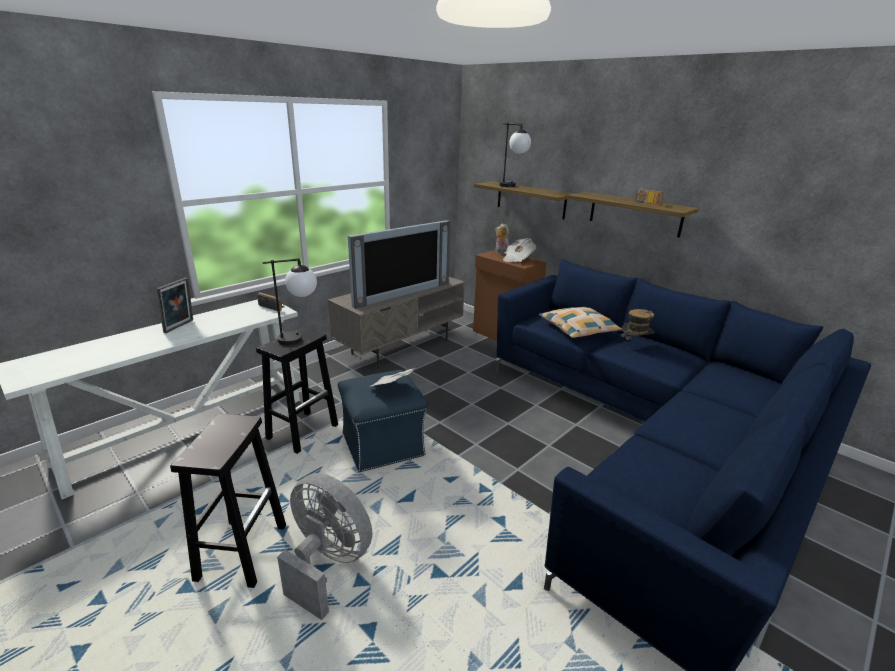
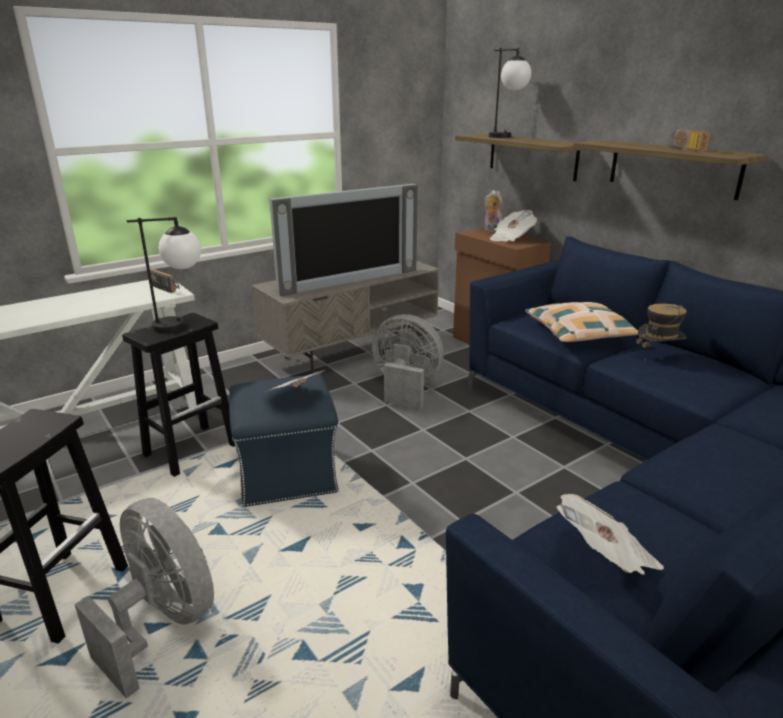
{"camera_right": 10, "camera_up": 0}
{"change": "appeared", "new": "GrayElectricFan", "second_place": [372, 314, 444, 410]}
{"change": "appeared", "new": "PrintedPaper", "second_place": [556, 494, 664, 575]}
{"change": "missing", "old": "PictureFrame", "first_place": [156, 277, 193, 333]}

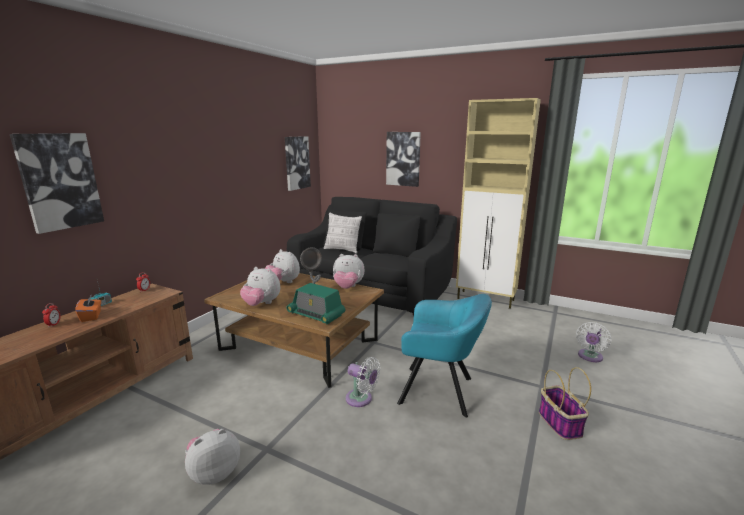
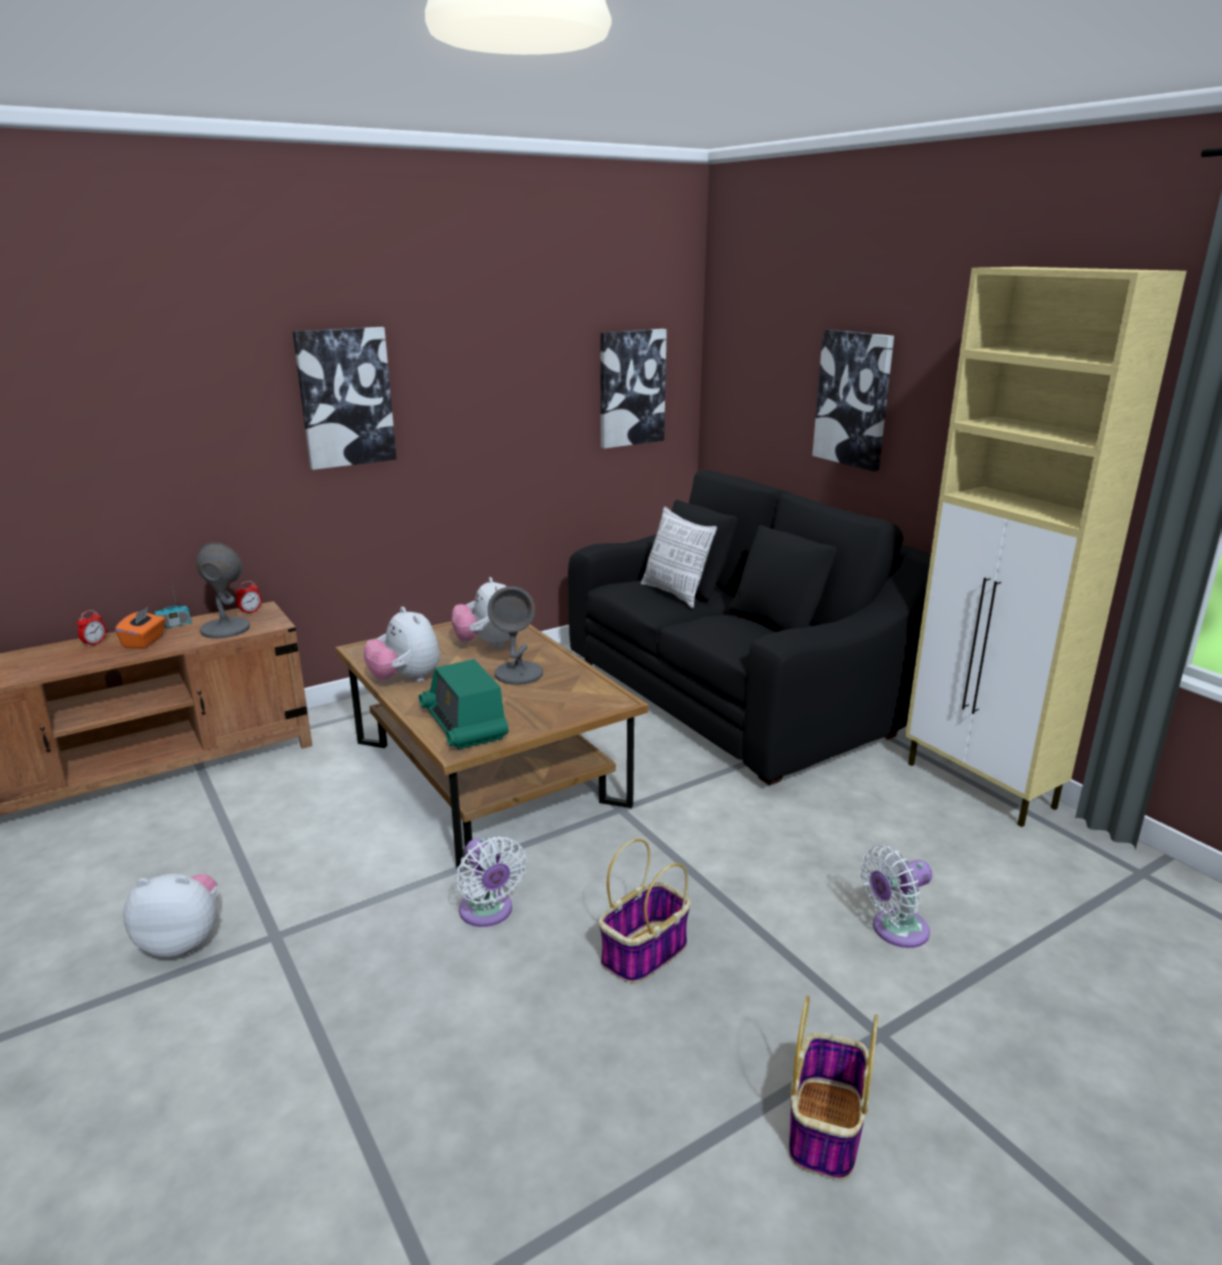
{"camera_right": 30, "camera_up": 5}
{"change": "appeared", "new": "GrayTableLamp", "second_place": [196, 542, 250, 638]}
{"change": "relocated", "old": "Picture", "first_place": [10, 133, 104, 234], "second_place": [293, 327, 397, 470]}
{"change": "exchanged", "old": "TurquoiseColouredLoungeChair", "new": "StorageBasket", "first_place": [397, 294, 492, 417], "second_place": [599, 839, 691, 984]}
{"change": "relocated", "old": "WhitishElectricFan", "first_place": [576, 322, 612, 362], "second_place": [860, 845, 932, 948]}
{"change": "missing", "old": "CuddlyToy", "first_place": [333, 254, 364, 289]}

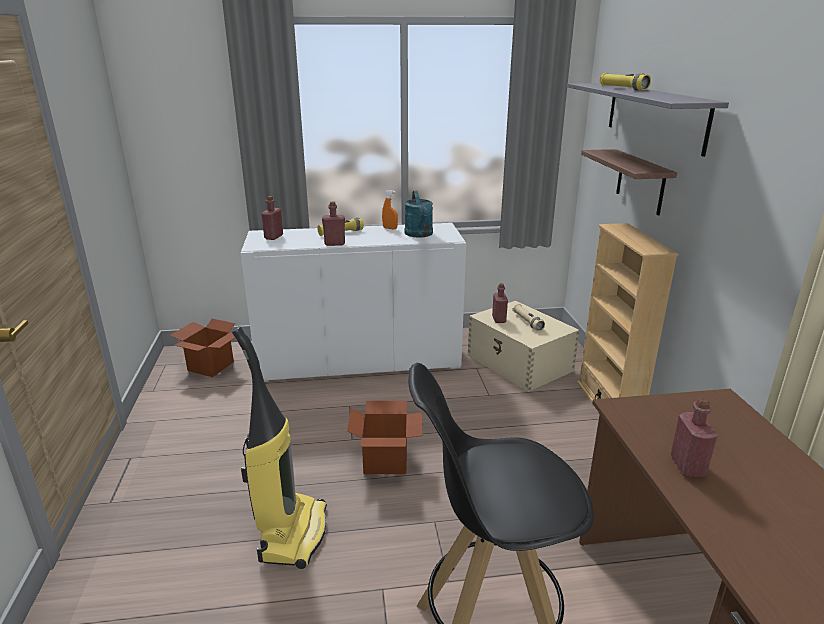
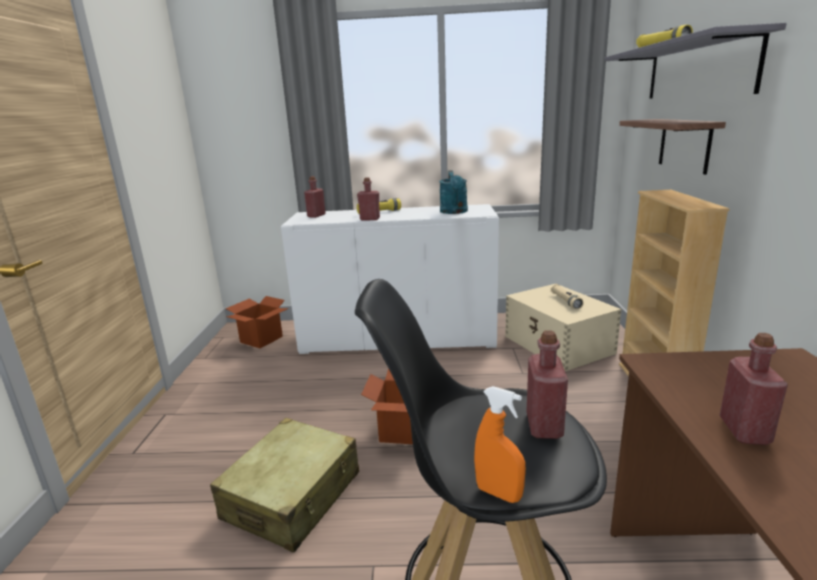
{"camera_right": 10, "camera_up": -5}
{"change": "exchanged", "old": "VacuumCleaner", "new": "SandColouredSuitcase", "first_place": [232, 326, 327, 569], "second_place": [210, 418, 359, 552]}
{"change": "relocated", "old": "OrangeSprayBottle", "first_place": [382, 190, 398, 229], "second_place": [474, 386, 526, 503]}
{"change": "relocated", "old": "RedDrinkBottle", "first_place": [492, 283, 508, 323], "second_place": [527, 330, 568, 439]}

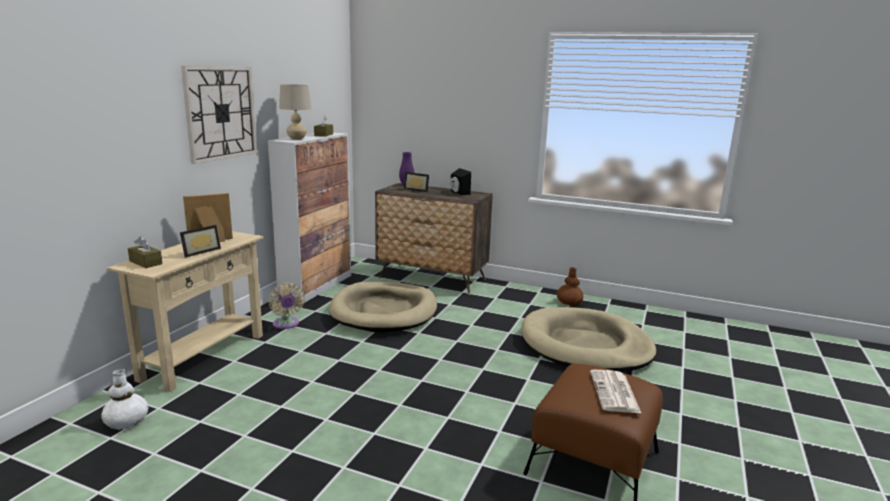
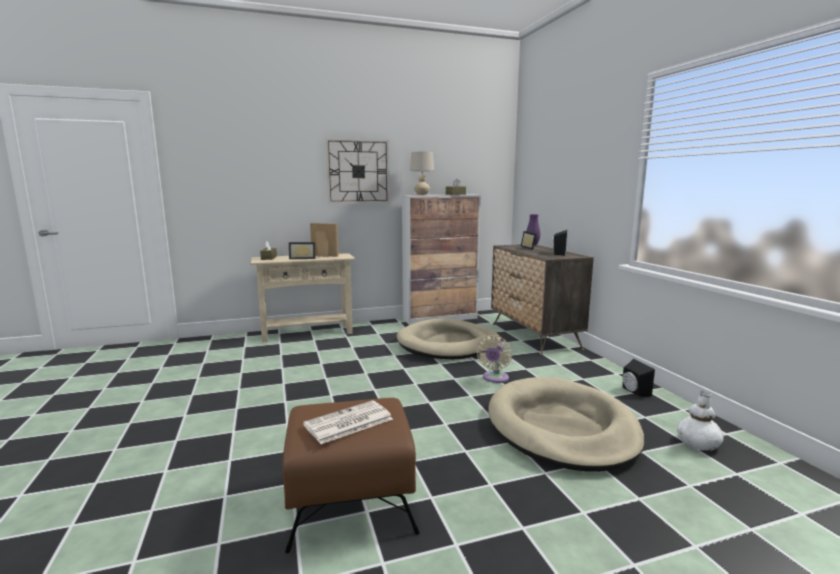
{"camera_right": 50, "camera_up": -5}
{"change": "relocated", "old": "SandColouredElectricFan", "first_place": [268, 283, 305, 329], "second_place": [477, 335, 512, 383]}
{"change": "exchanged", "old": "BrownDecorativeVase", "new": "BlackishAudioSpeaker", "first_place": [557, 267, 584, 306], "second_place": [623, 359, 655, 397]}
{"change": "relocated", "old": "WhitishDecorativeVase", "first_place": [101, 369, 149, 430], "second_place": [677, 391, 724, 451]}

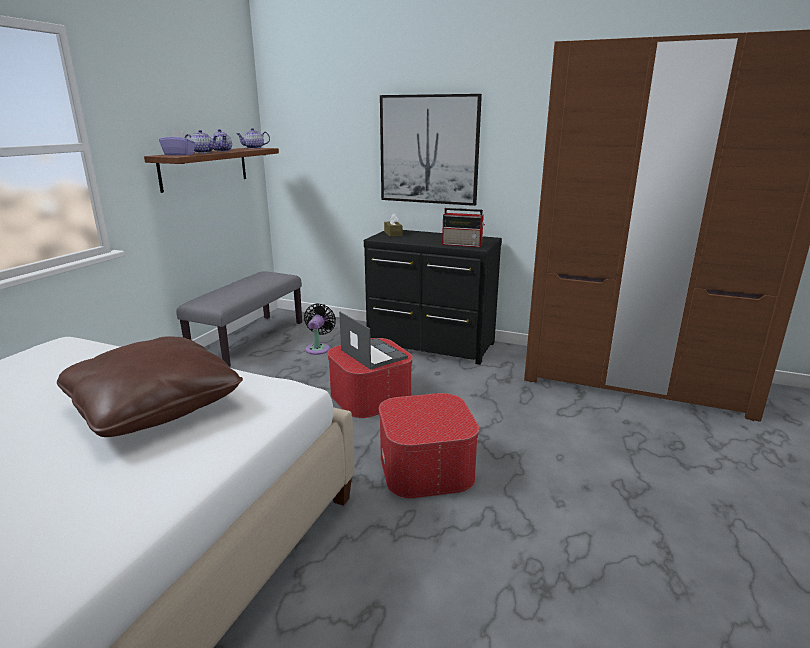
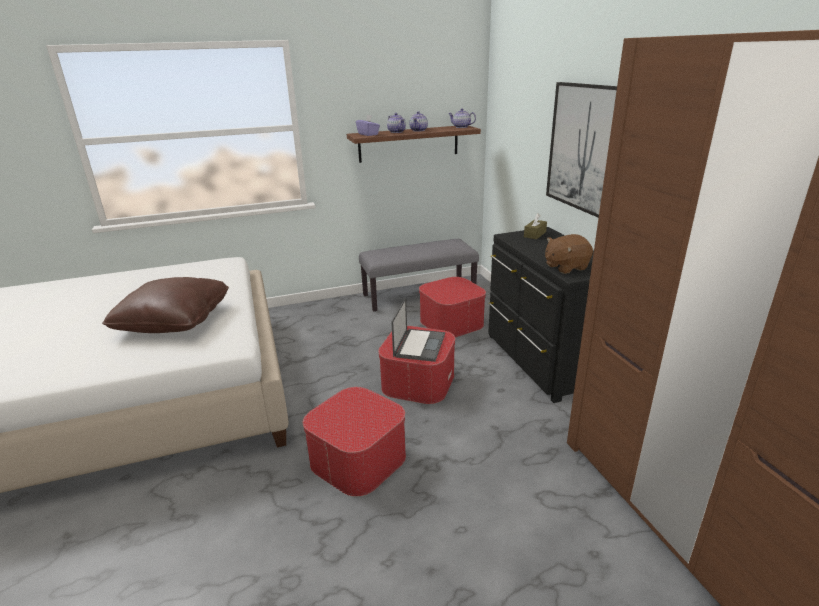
{"camera_right": 50, "camera_up": 5}
{"change": "exchanged", "old": "BlackishElectricFan", "new": "Footrest", "first_place": [304, 303, 336, 355], "second_place": [419, 277, 486, 337]}
{"change": "exchanged", "old": "Radio", "new": "BrownCuddlyToy", "first_place": [442, 208, 485, 247], "second_place": [545, 234, 593, 274]}

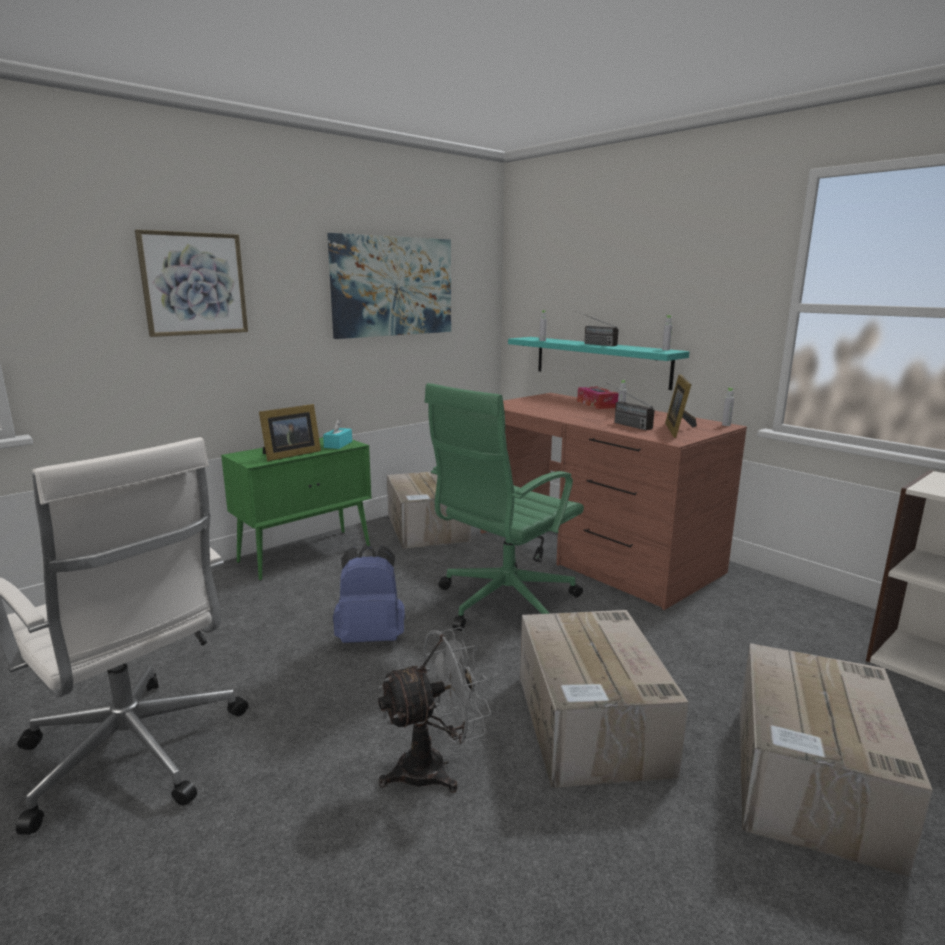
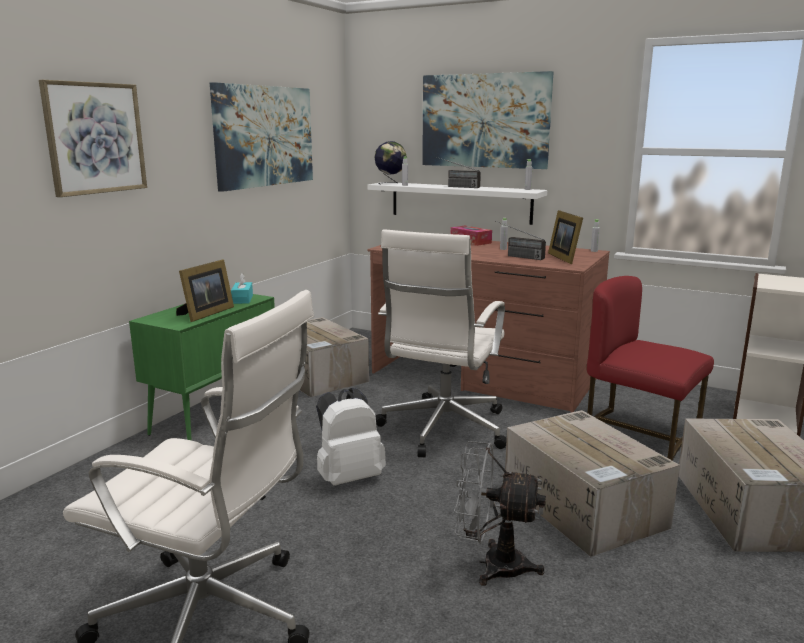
{"camera_right": -20, "camera_up": 0}
{"change": "colour", "old": "BlueKnapsack", "new": "WhitishKnapsack", "first_place": [333, 545, 405, 643], "second_place": [316, 388, 386, 486]}
{"change": "colour", "old": "TurquoiseColouredBracketShelf", "new": "WhitishBracketShelf", "first_place": [508, 337, 689, 390], "second_place": [367, 182, 547, 225]}
{"change": "appeared", "new": "Globe", "second_place": [375, 141, 406, 184]}
{"change": "colour", "old": "GreenColouredDeskChair", "new": "WhitishDeskChair", "first_place": [424, 383, 584, 631], "second_place": [376, 229, 507, 457]}
{"change": "appeared", "new": "Picture", "second_place": [422, 71, 553, 169]}
{"change": "spun", "old": "GrayElectricFan", "first_place": [378, 627, 492, 793], "second_place": [454, 441, 546, 586], "degrees": -120}
{"change": "appeared", "new": "RedPlainChair", "second_place": [587, 276, 714, 461]}

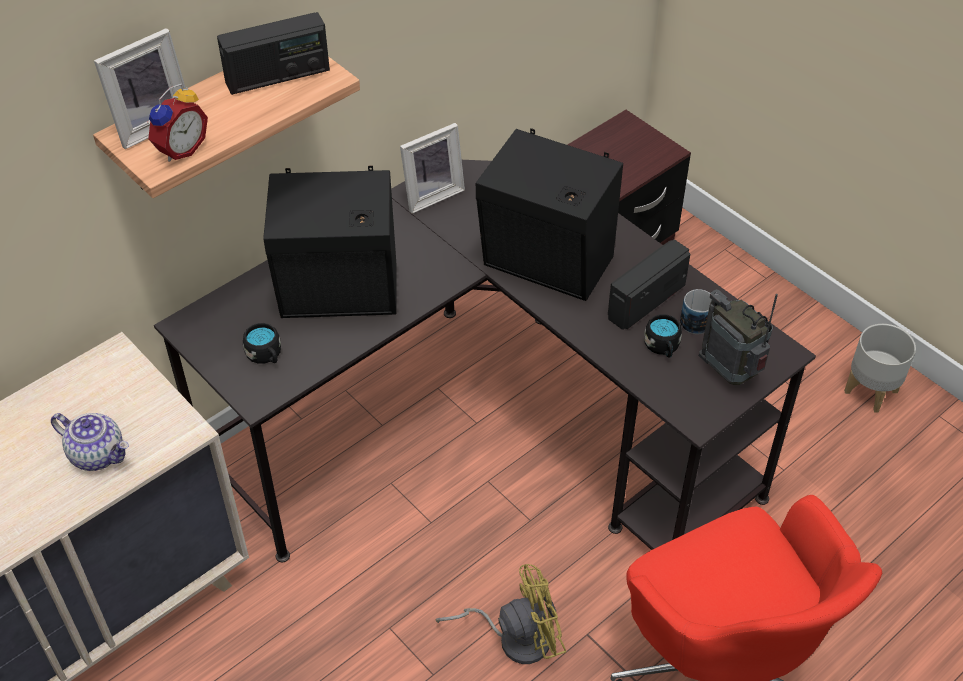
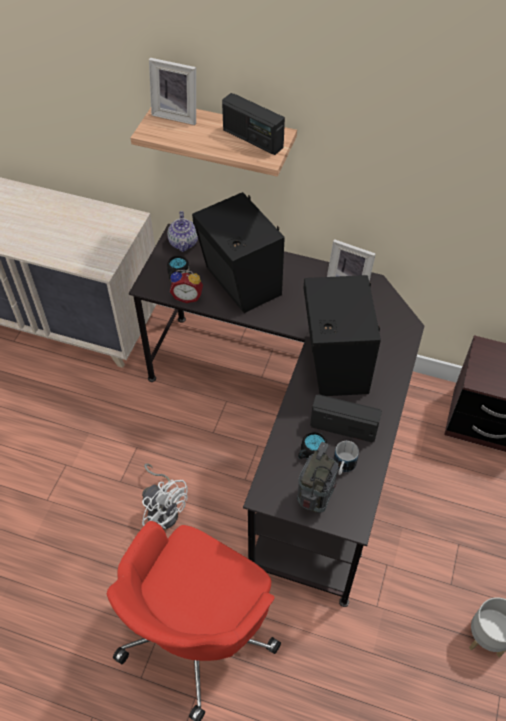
{"camera_right": 60, "camera_up": 5}
{"change": "colour", "old": "YellowColouredElectricFan", "new": "WhitishElectricFan", "first_place": [436, 564, 566, 664], "second_place": [142, 464, 188, 529]}
{"change": "relocated", "old": "TeaPot", "first_place": [51, 413, 129, 471], "second_place": [167, 211, 198, 252]}
{"change": "relocated", "old": "AlarmClock", "first_place": [147, 84, 208, 162], "second_place": [170, 270, 203, 303]}

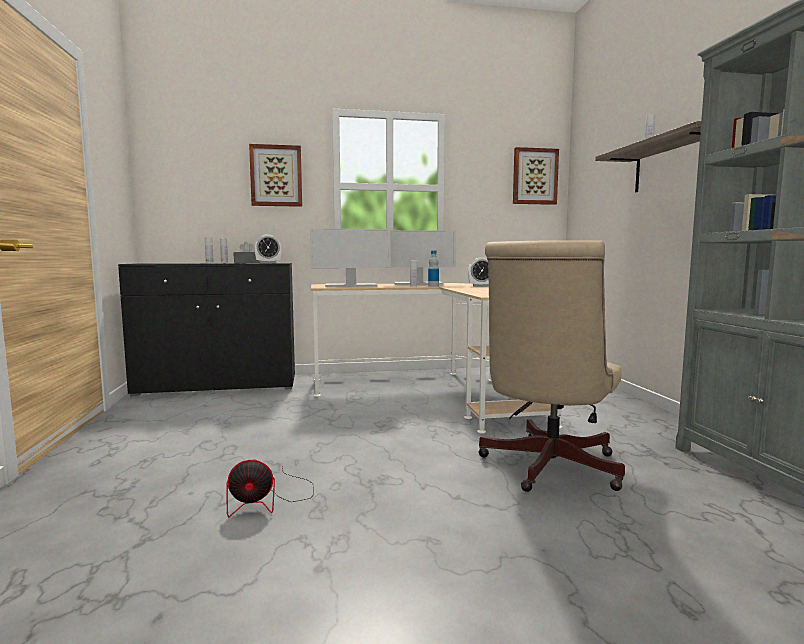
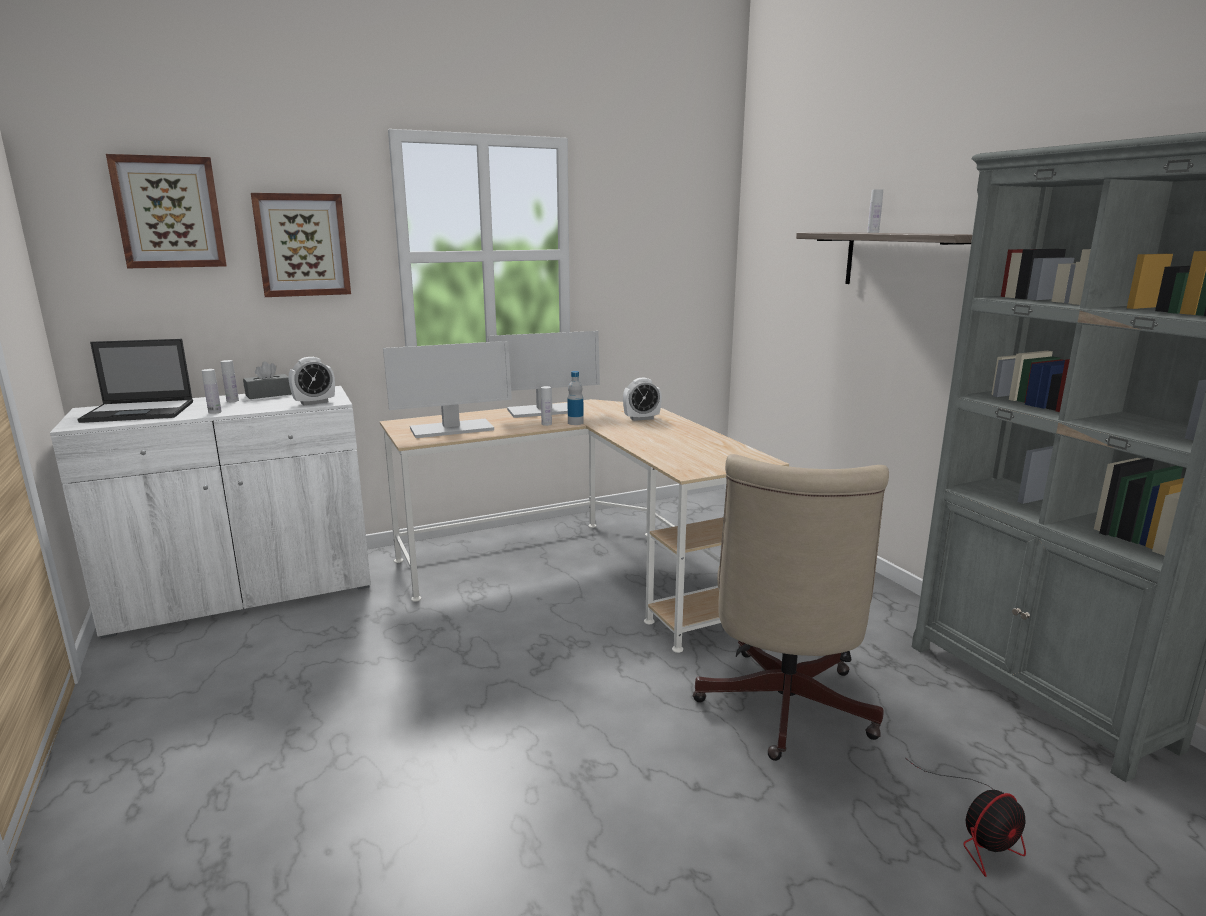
{"camera_right": -15, "camera_up": 10}
{"change": "colour", "old": "BlackishStorageCabinet", "new": "WhitishStorageCabinet", "first_place": [118, 263, 295, 396], "second_place": [50, 386, 371, 638]}
{"change": "appeared", "new": "PortableComputer", "second_place": [77, 339, 193, 423]}
{"change": "relocated", "old": "Picture", "first_place": [513, 147, 559, 205], "second_place": [106, 154, 227, 268]}
{"change": "relocated", "old": "ElectricFan", "first_place": [226, 460, 314, 517], "second_place": [905, 758, 1026, 877]}

